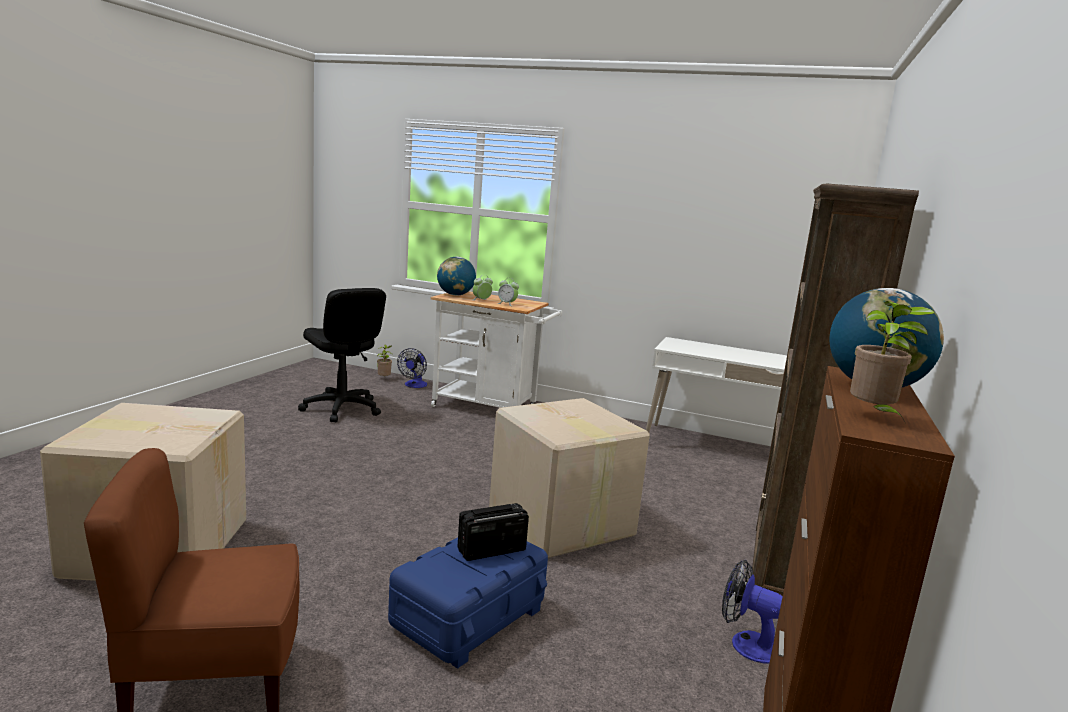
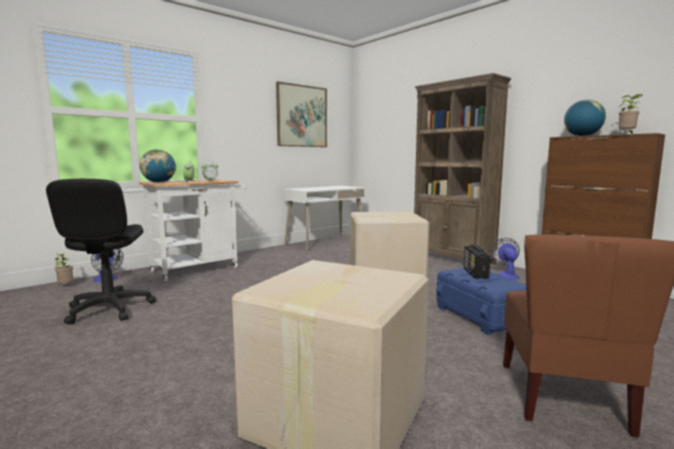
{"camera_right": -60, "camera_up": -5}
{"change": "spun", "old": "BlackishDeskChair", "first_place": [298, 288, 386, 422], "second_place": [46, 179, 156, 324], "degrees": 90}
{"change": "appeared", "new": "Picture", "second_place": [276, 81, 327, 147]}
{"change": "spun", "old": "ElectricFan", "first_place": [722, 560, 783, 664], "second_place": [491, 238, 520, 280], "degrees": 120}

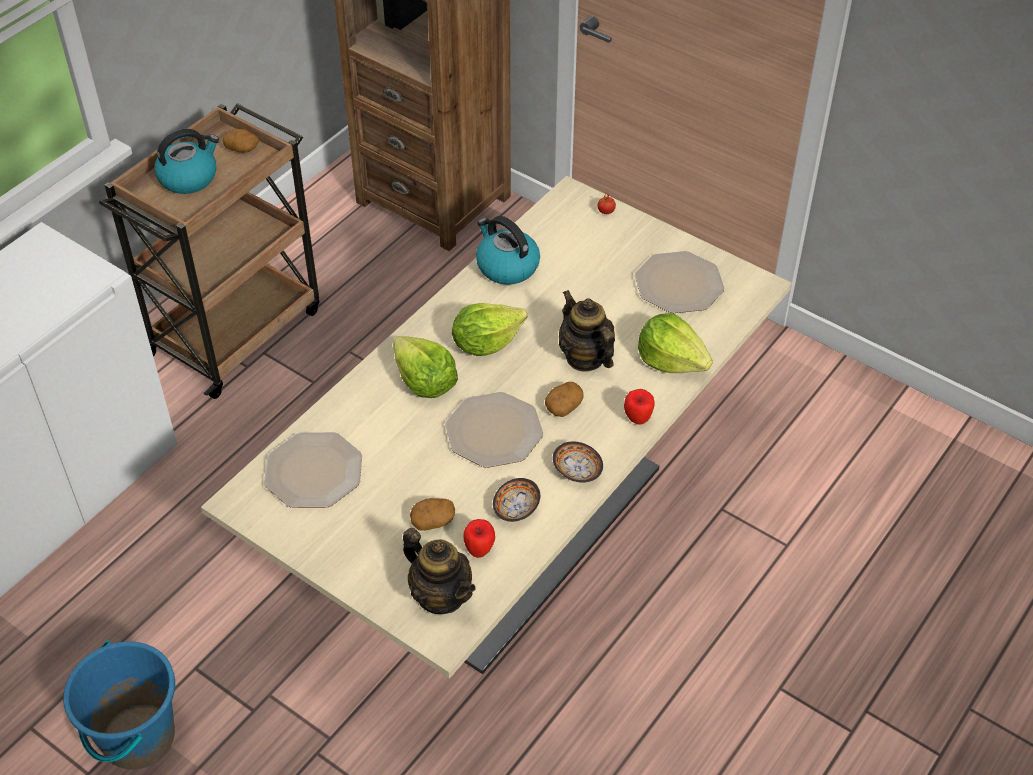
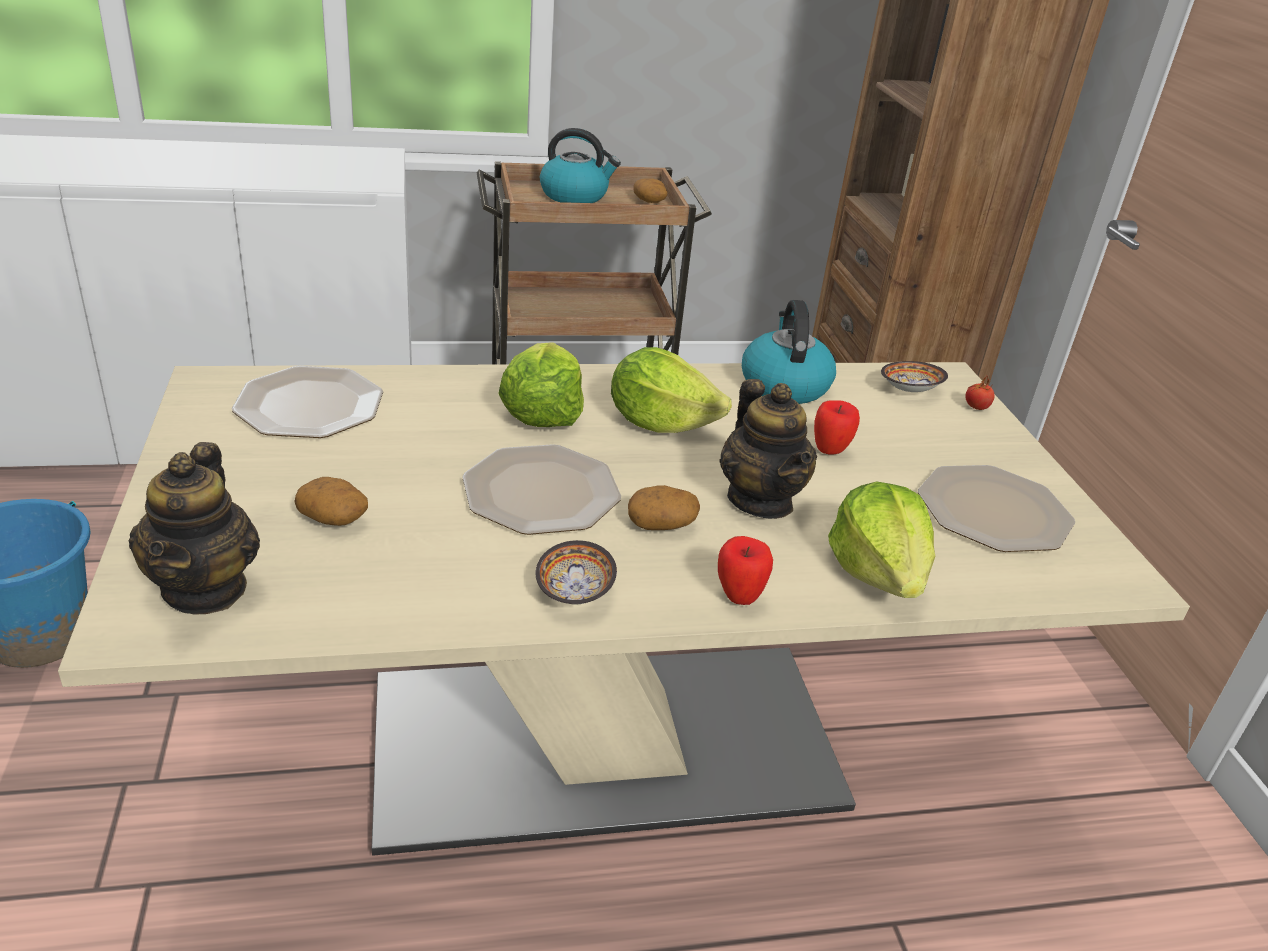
{"camera_right": 40, "camera_up": -15}
{"change": "spun", "old": "TeaPot", "first_place": [559, 290, 615, 372], "second_place": [720, 379, 817, 519], "degrees": 150}
{"change": "relocated", "old": "WholeApple", "first_place": [464, 519, 495, 558], "second_place": [814, 400, 860, 454]}
{"change": "relocated", "old": "DeepDish", "first_place": [493, 478, 540, 522], "second_place": [881, 361, 948, 392]}

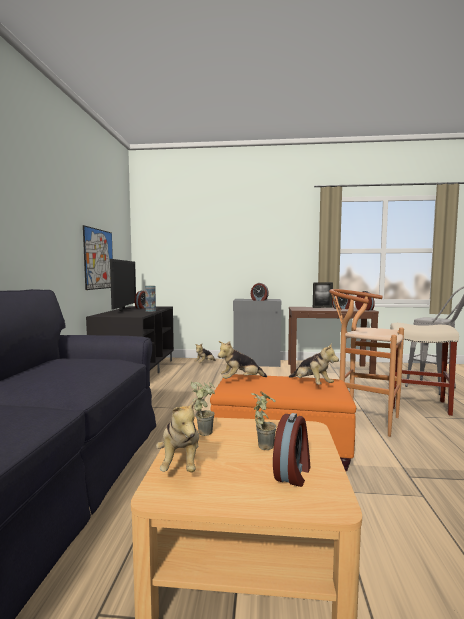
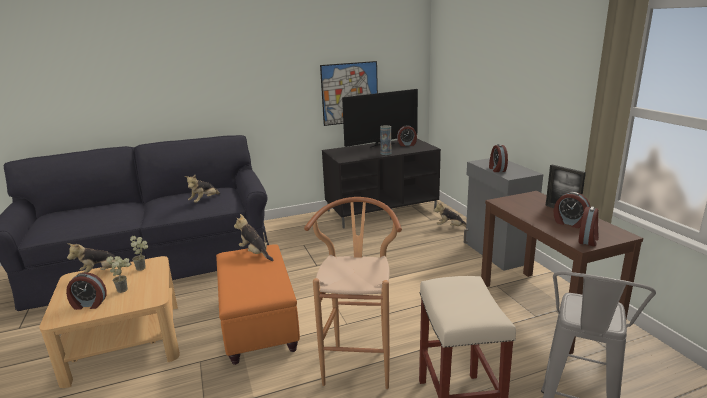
{"camera_right": 65, "camera_up": 15}
{"change": "relocated", "old": "CuddlyToy", "first_place": [289, 343, 339, 385], "second_place": [185, 175, 220, 203]}

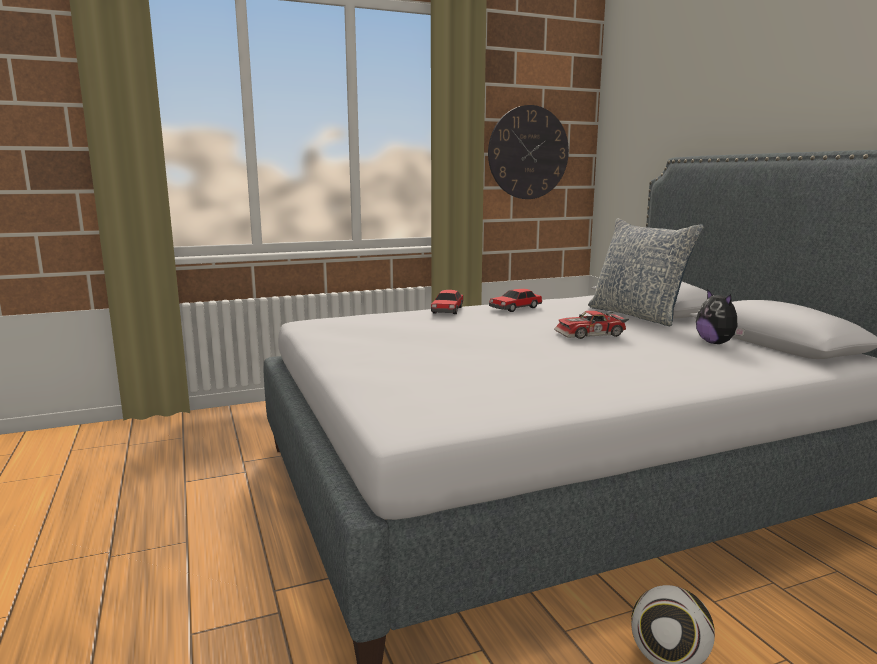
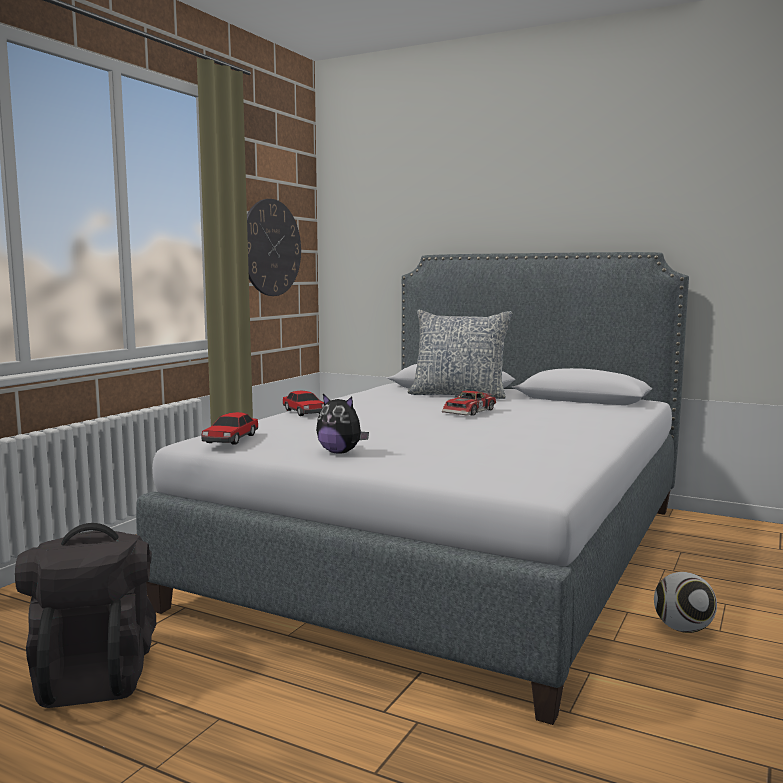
{"camera_right": -40, "camera_up": -5}
{"change": "appeared", "new": "BlackishKnapsack", "second_place": [15, 523, 156, 708]}
{"change": "relocated", "old": "ModelCar", "first_place": [489, 289, 542, 312], "second_place": [201, 412, 258, 445]}
{"change": "relocated", "old": "CuddlyToy", "first_place": [696, 289, 745, 344], "second_place": [316, 394, 369, 453]}

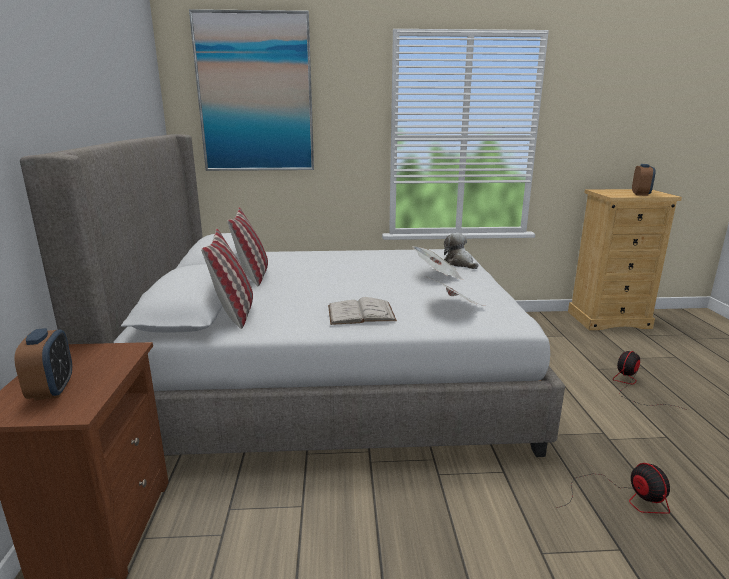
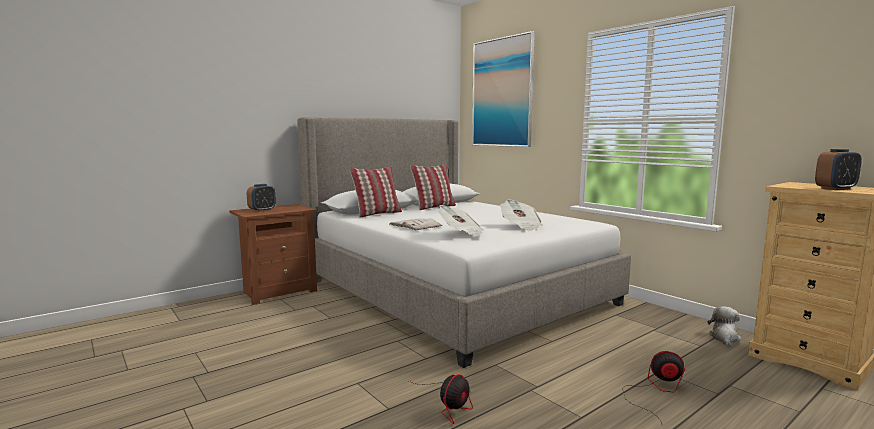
{"camera_right": 55, "camera_up": -10}
{"change": "relocated", "old": "CuddlyToy", "first_place": [444, 233, 478, 269], "second_place": [707, 306, 741, 347]}

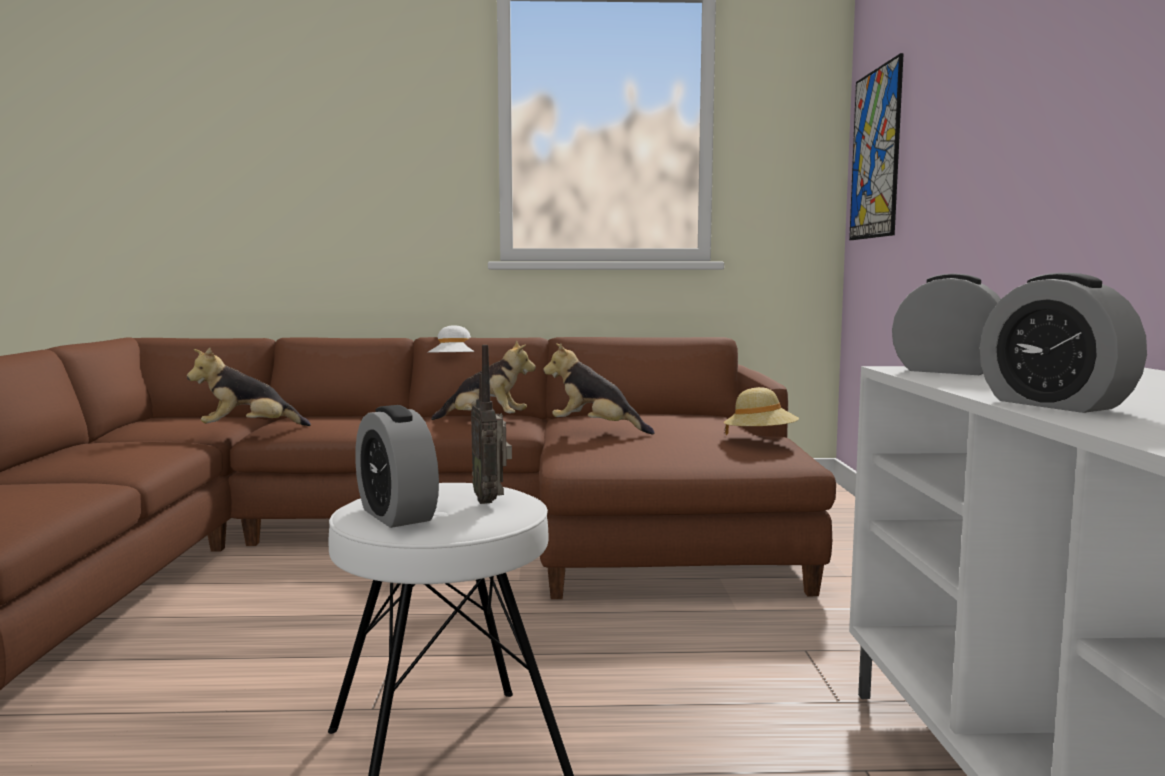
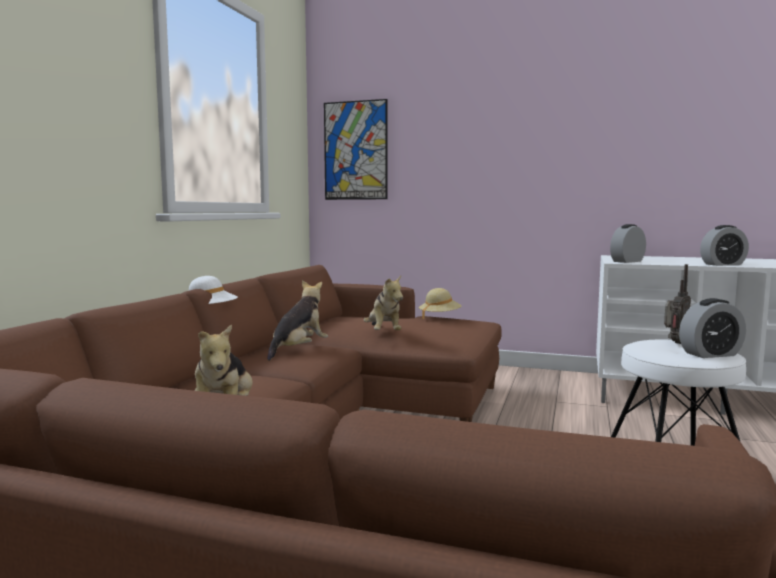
{"camera_right": -70, "camera_up": 0}
{"change": "spun", "old": "CuddlyToy", "first_place": [543, 343, 655, 434], "second_place": [363, 275, 403, 330], "degrees": -60}
{"change": "spun", "old": "Radio", "first_place": [471, 345, 512, 504], "second_place": [664, 264, 691, 344], "degrees": -45}

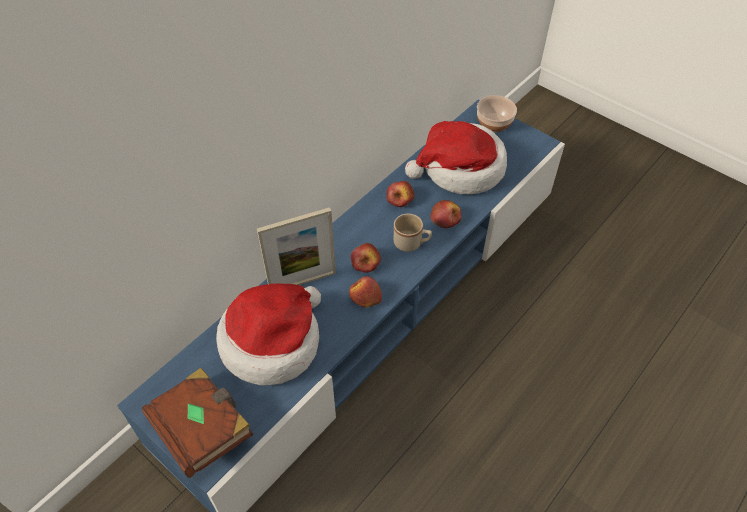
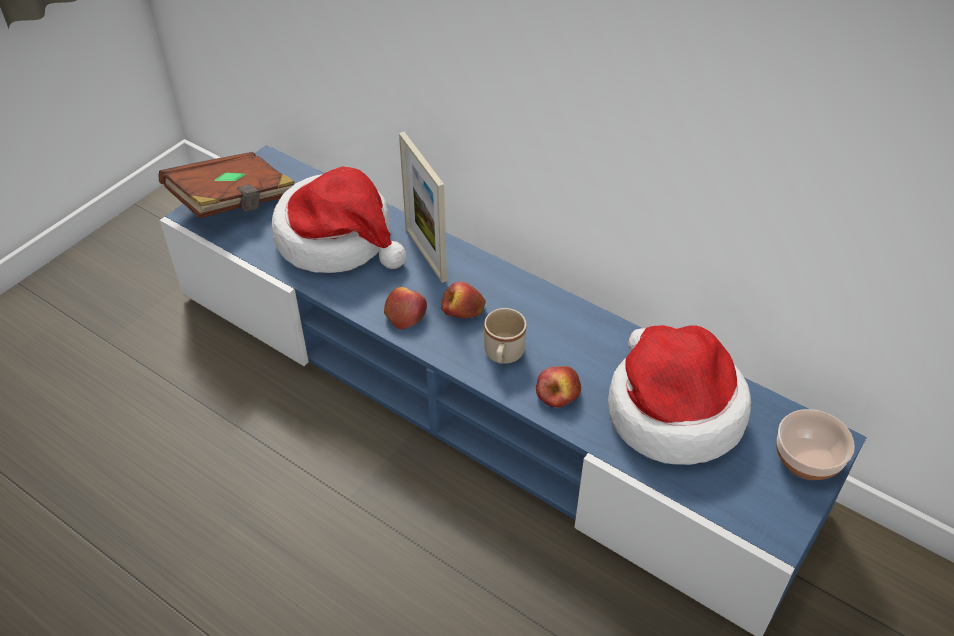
{"camera_right": 85, "camera_up": -5}
{"change": "missing", "old": "WholeApple", "first_place": [386, 181, 414, 207]}

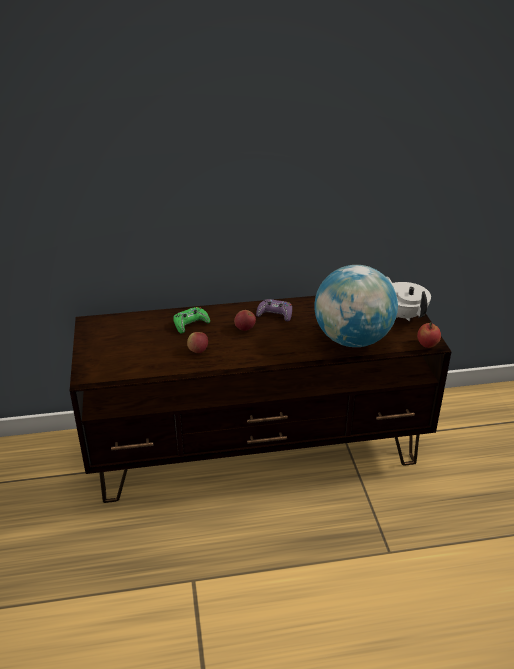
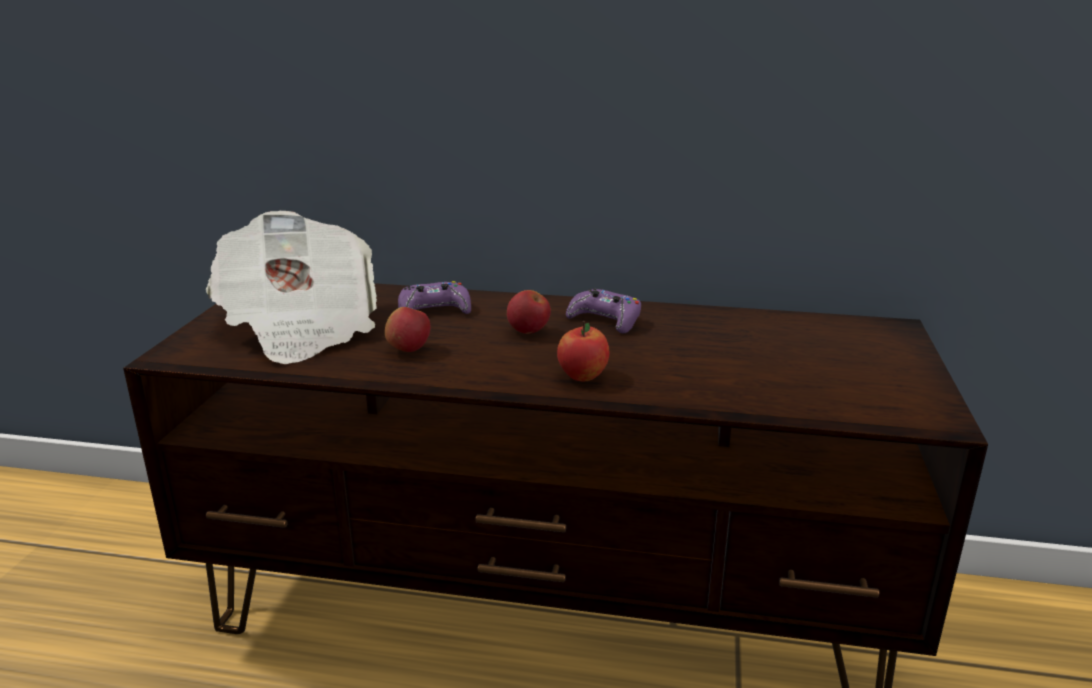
{"camera_right": 20, "camera_up": -10}
{"change": "appeared", "new": "PrintedPaper", "second_place": [206, 211, 377, 364]}
{"change": "colour", "old": "GreenColouredJoypad", "new": "PurpleColouredJoypad", "first_place": [173, 307, 210, 334], "second_place": [398, 281, 471, 314]}
{"change": "relocated", "old": "WholeApple", "first_place": [417, 322, 441, 348], "second_place": [557, 321, 609, 381]}
{"change": "missing", "old": "Globe", "first_place": [314, 265, 398, 347]}
{"change": "missing", "old": "WhitishTeaPot", "first_place": [386, 277, 431, 321]}

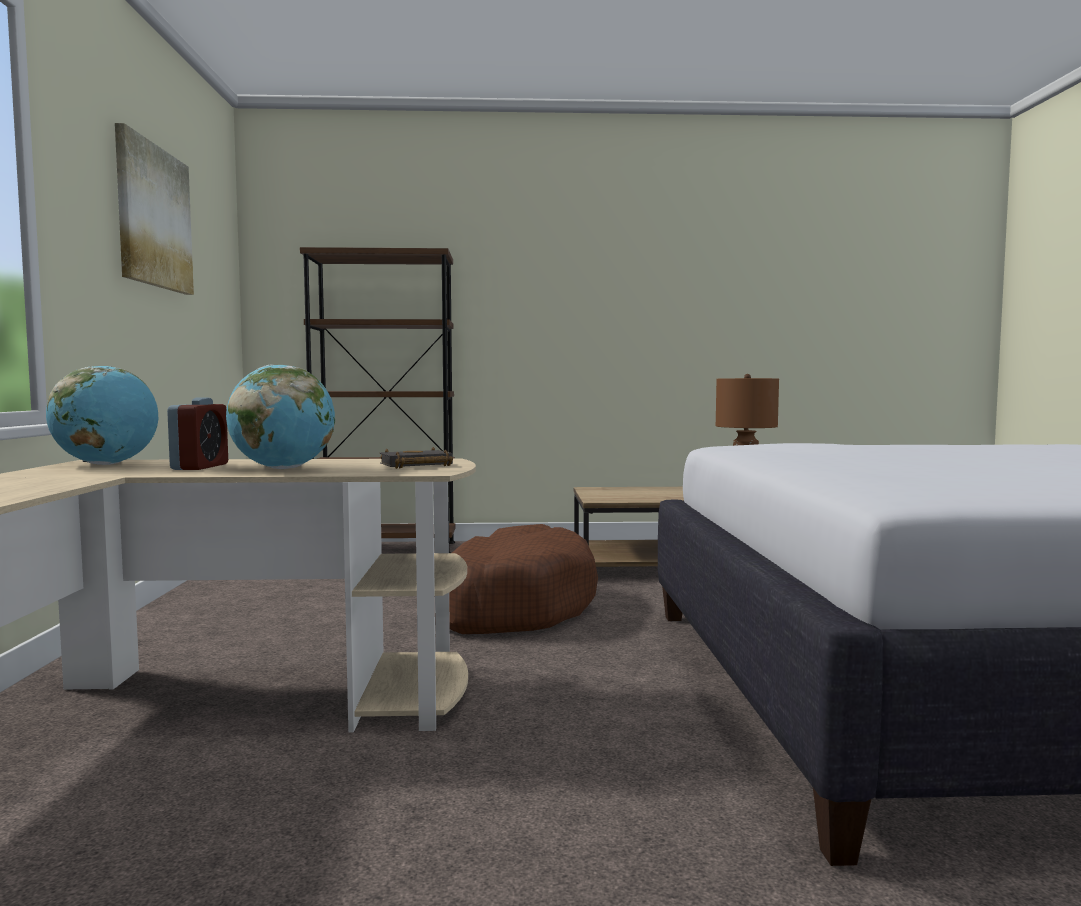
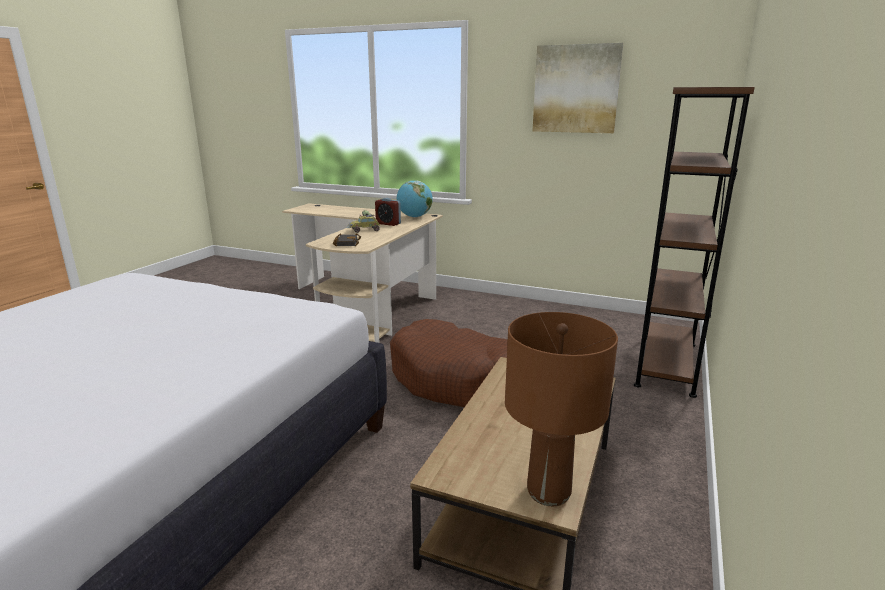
{"camera_right": 115, "camera_up": 15}
{"change": "exchanged", "old": "Globe", "new": "ModelCar", "first_place": [226, 364, 335, 469], "second_place": [346, 210, 380, 233]}

